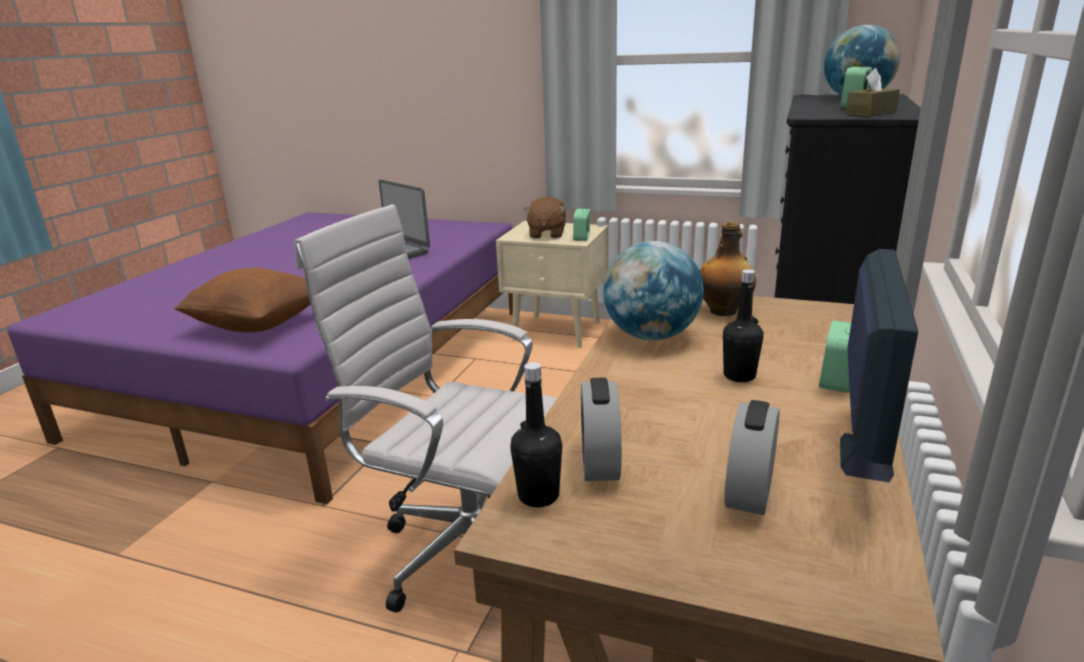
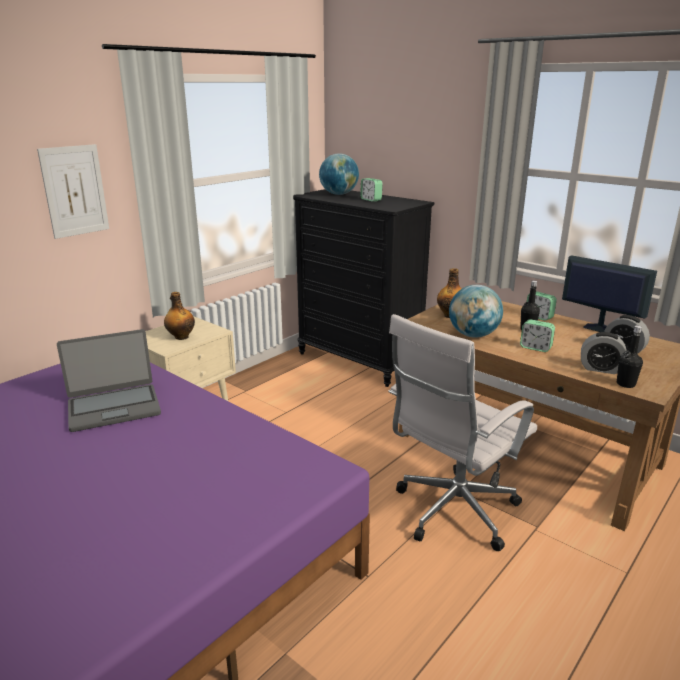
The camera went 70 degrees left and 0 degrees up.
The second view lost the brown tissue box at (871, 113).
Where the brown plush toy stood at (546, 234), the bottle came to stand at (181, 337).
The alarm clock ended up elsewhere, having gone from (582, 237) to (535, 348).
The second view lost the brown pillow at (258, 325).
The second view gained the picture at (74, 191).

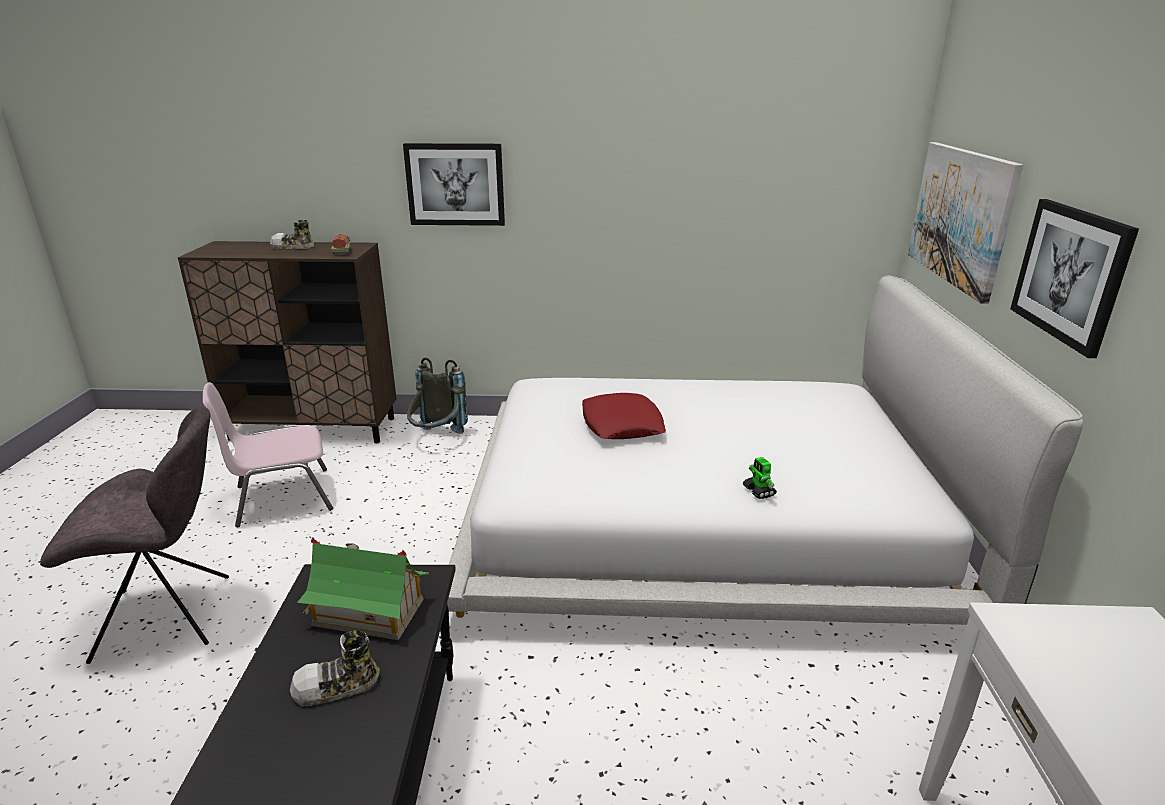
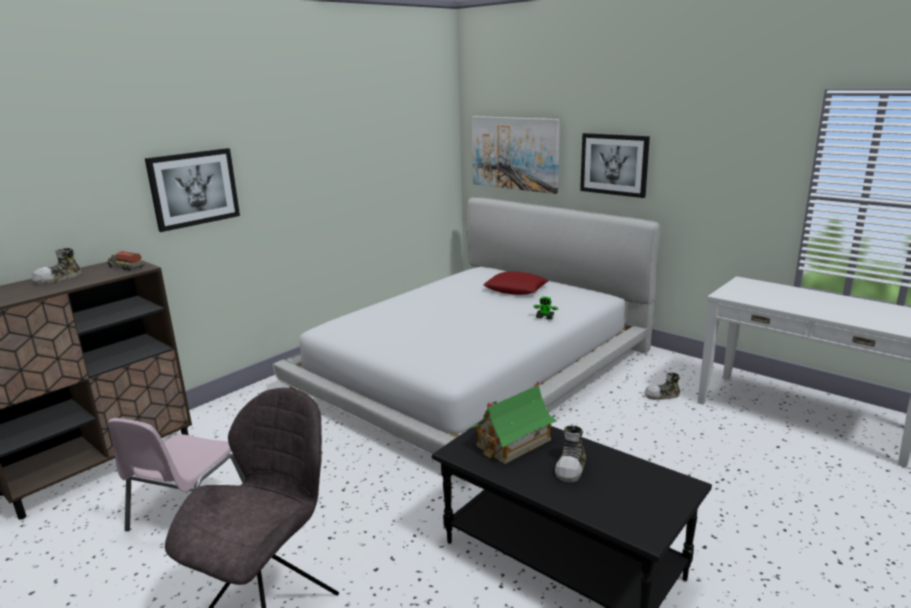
The camera went 50 degrees left and 5 degrees down.
The second view lost the grey backpack at (437, 438).
The red pillow ended up elsewhere, having gone from (622, 425) to (516, 289).
The second view gained the shoe at (662, 395).

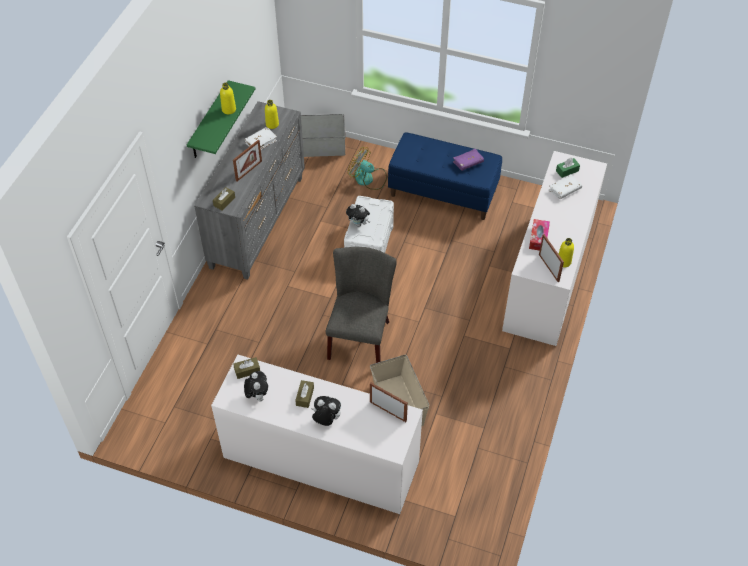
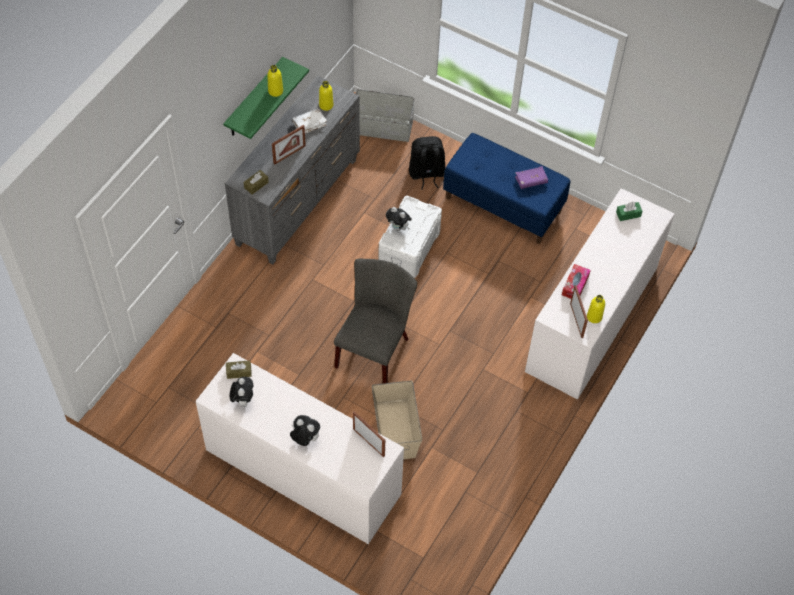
The camera went 10 degrees right and 5 degrees up.
Where the fan stood at (368, 179), the black backpack came to stand at (426, 174).
The second view lost the white book at (564, 190).
The second view lost the brown tissue box at (305, 396).

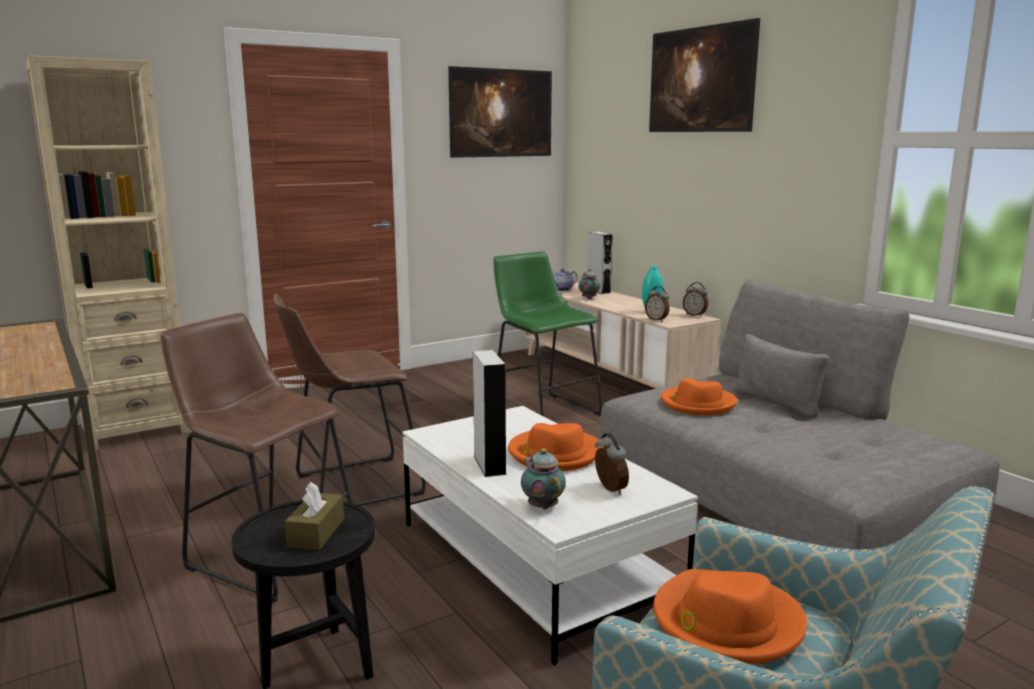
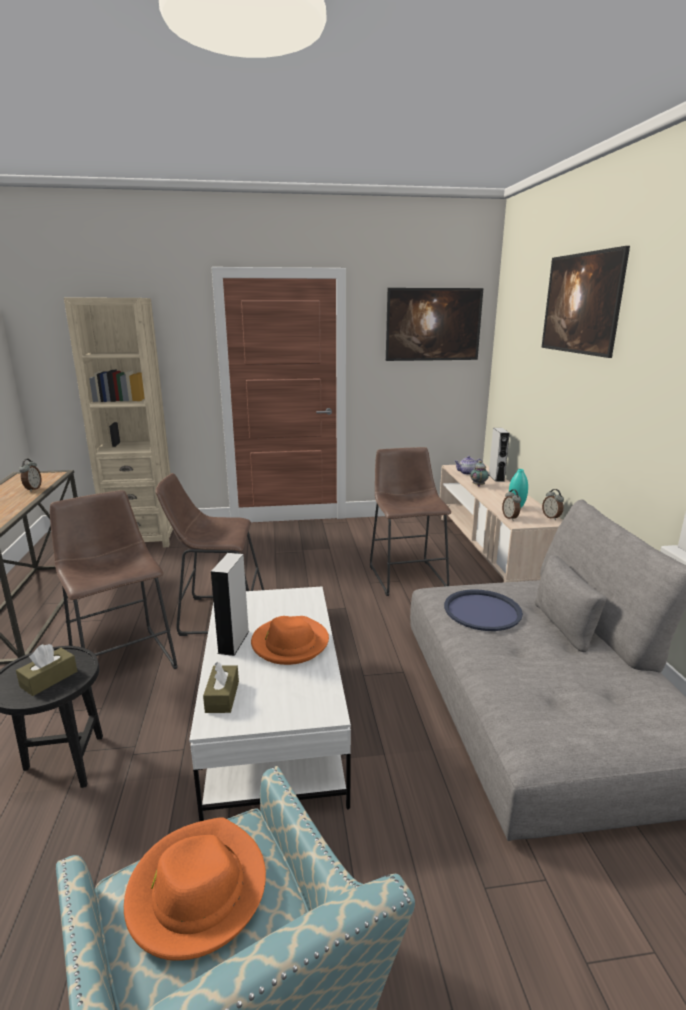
The camera went 25 degrees right and 5 degrees up.
What was the green stool at (543, 410) turned into the brown stool at (406, 575).
Where the orange hat stood at (697, 404), the blue tray came to stand at (482, 611).
The alarm clock ended up elsewhere, having gone from (609, 489) to (32, 489).
Where the teapot stood at (542, 506), the brown tissue box came to stand at (222, 696).

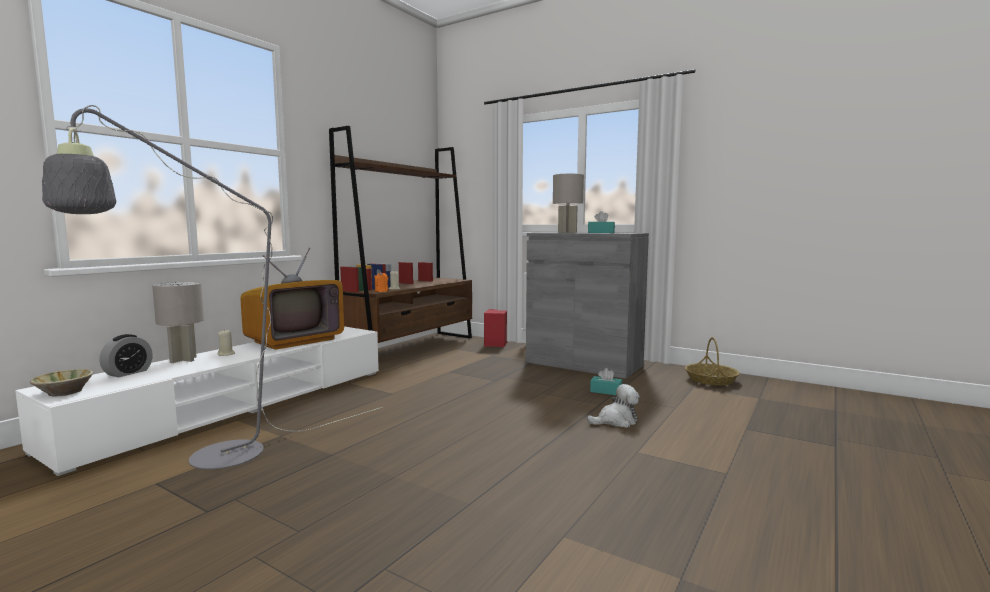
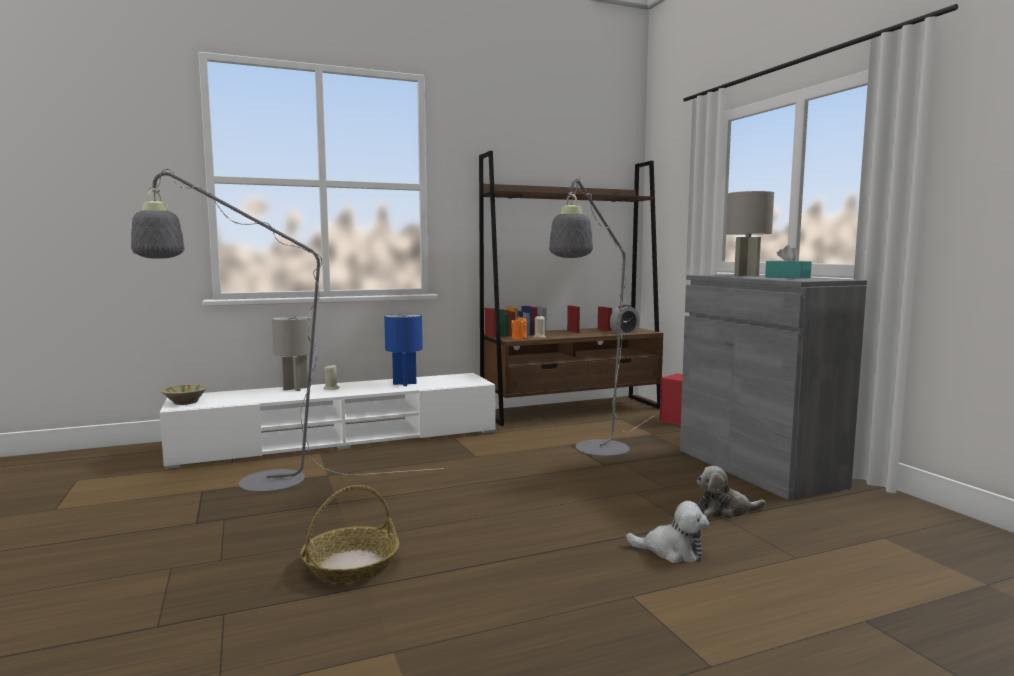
The camera went 35 degrees right and 0 degrees up.
Where the television stood at (294, 341), the blue table lamp came to stand at (405, 383).
The alarm clock ended up elsewhere, having gone from (128, 373) to (624, 332).
The basket ended up elsewhere, having gone from (710, 380) to (351, 565).
Where the turquoise tissue box stood at (606, 391), the plush toy came to stand at (725, 510).
The second view gained the grey floor lamp at (596, 451).

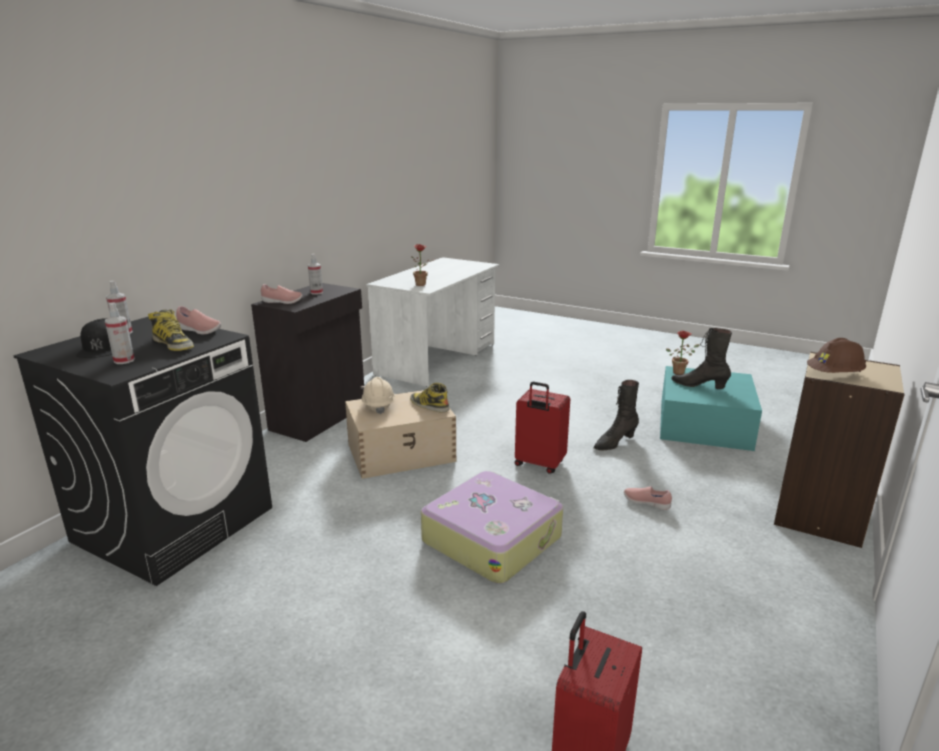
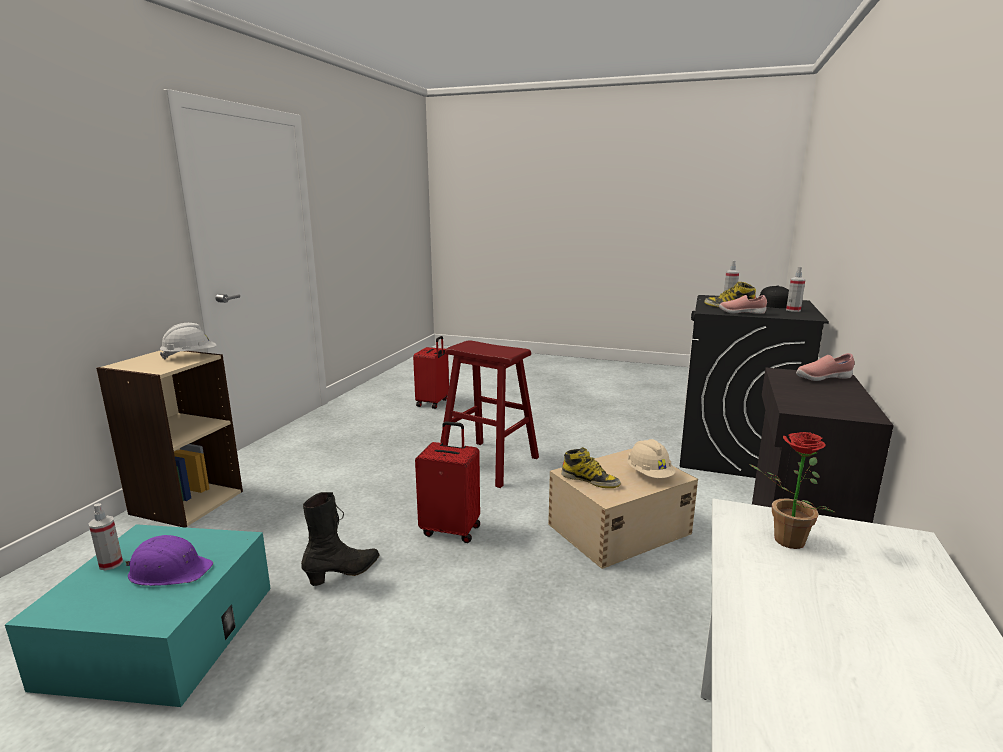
The camera went 170 degrees right and 5 degrees down.
The spray bottle ended up elsewhere, having gone from (316, 293) to (111, 564).
Where the black boot stood at (699, 386), the purple hard hat came to stand at (169, 570).
The second view lost the potted plant at (680, 372).
What was the brown hard hat at (834, 375) turned into the white hard hat at (190, 356).
Where the suitcase stood at (492, 538), the red stool came to stand at (489, 463).
The second view lost the pink shoe at (646, 503).

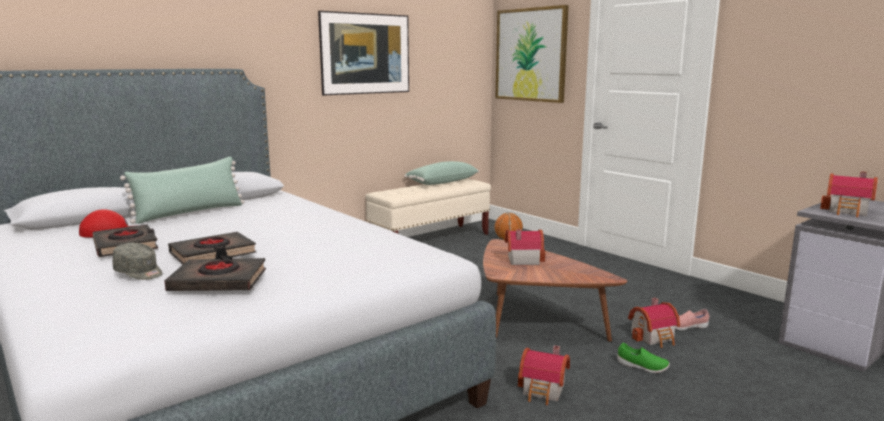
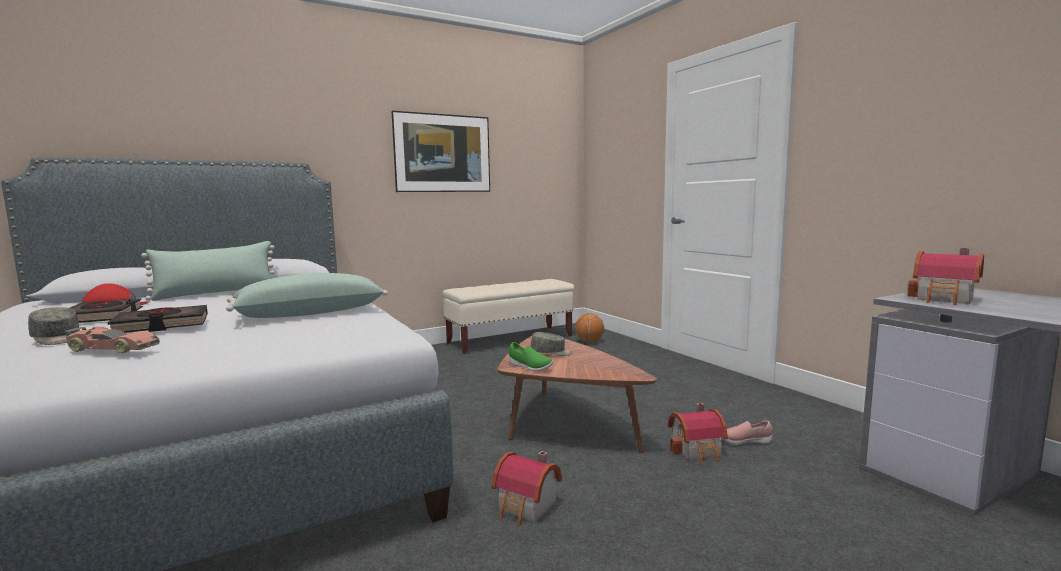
The camera went 10 degrees right and 5 degrees down.
The second view lost the picture at (530, 55).
The green pillow ended up elsewhere, having gone from (441, 182) to (310, 313).
Where the toy house stood at (522, 259), the grey cap came to stand at (551, 353).
Where the black book stood at (219, 281), the toy car came to stand at (112, 349).
The green shoe ended up elsewhere, having gone from (642, 367) to (529, 367).

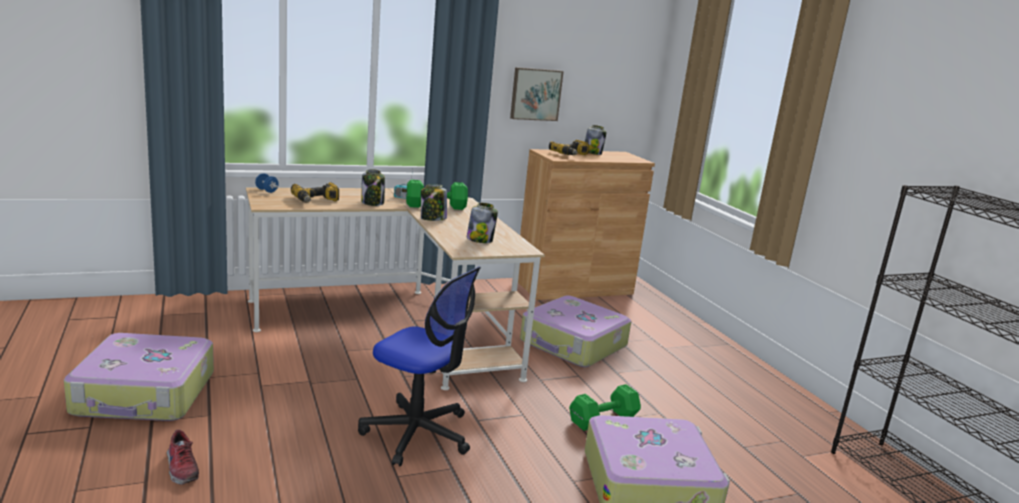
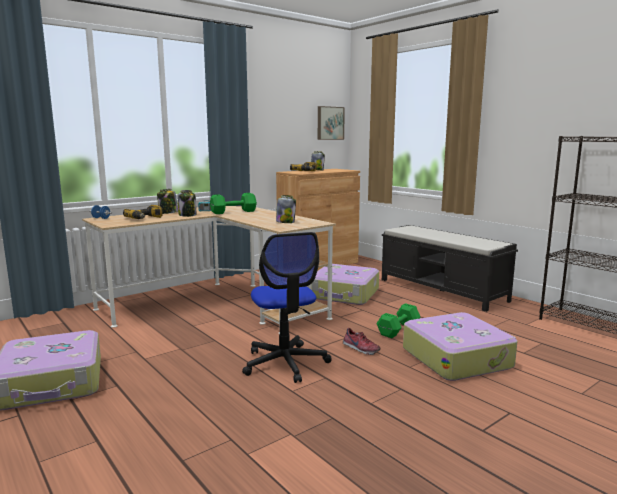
The camera went 15 degrees left and 5 degrees down.
The picture ended up elsewhere, having gone from (535, 94) to (329, 123).
The jar ended up elsewhere, having gone from (432, 219) to (168, 213).
The office chair at (417, 434) ended up facing another way, 60 degrees clockwise from before.
The shoe ended up elsewhere, having gone from (181, 468) to (360, 349).
The second view gained the black bench at (442, 290).

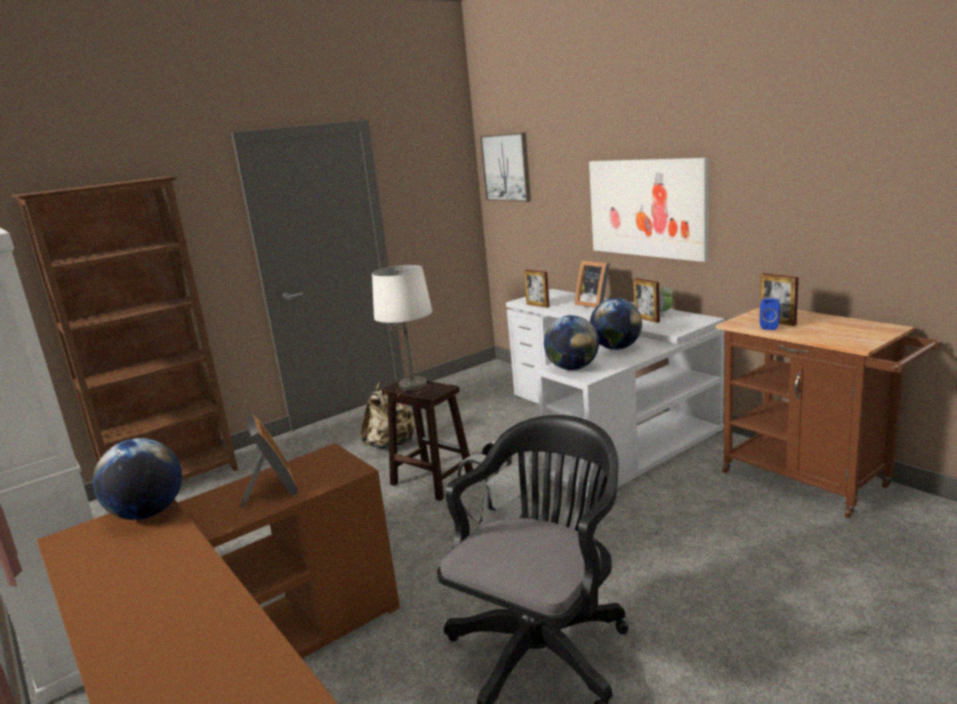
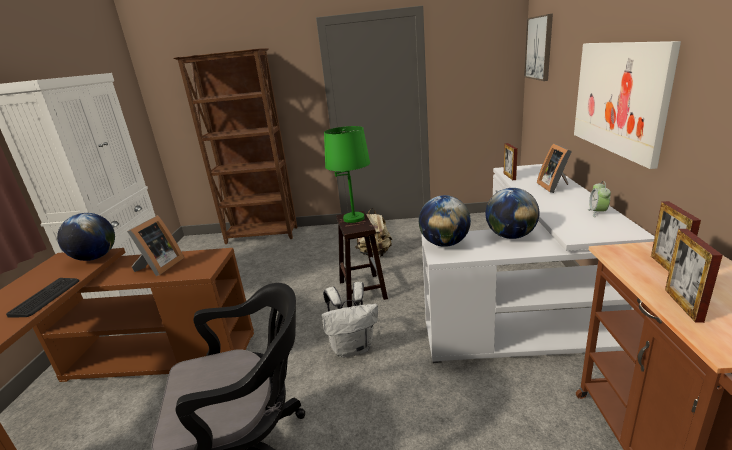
The camera went 40 degrees right and 5 degrees up.
What was the white table lamp at (412, 385) turned into the green table lamp at (354, 218).
The picture frame ended up elsewhere, having gone from (647, 319) to (683, 305).
The second view lost the blue speaker at (769, 327).
The second view gained the keyboard at (46, 297).

